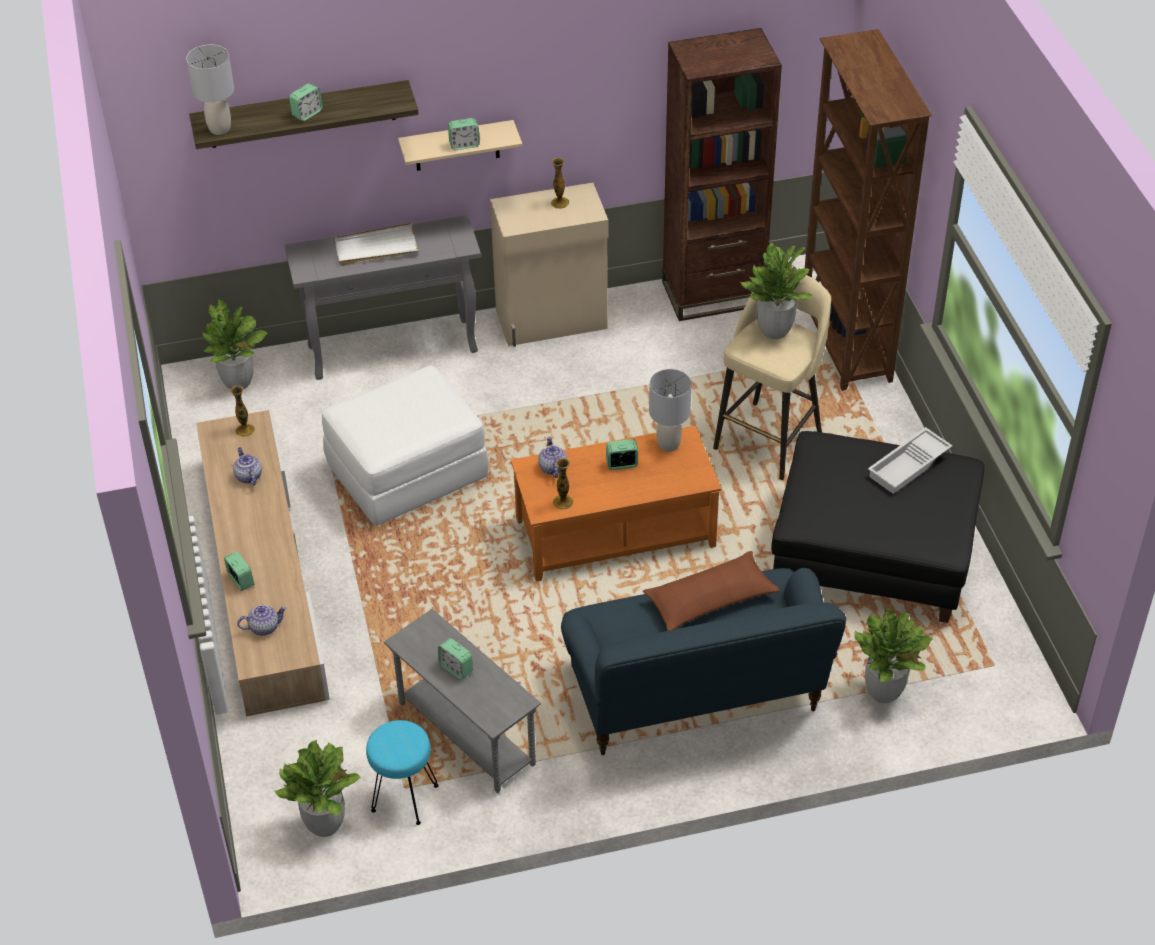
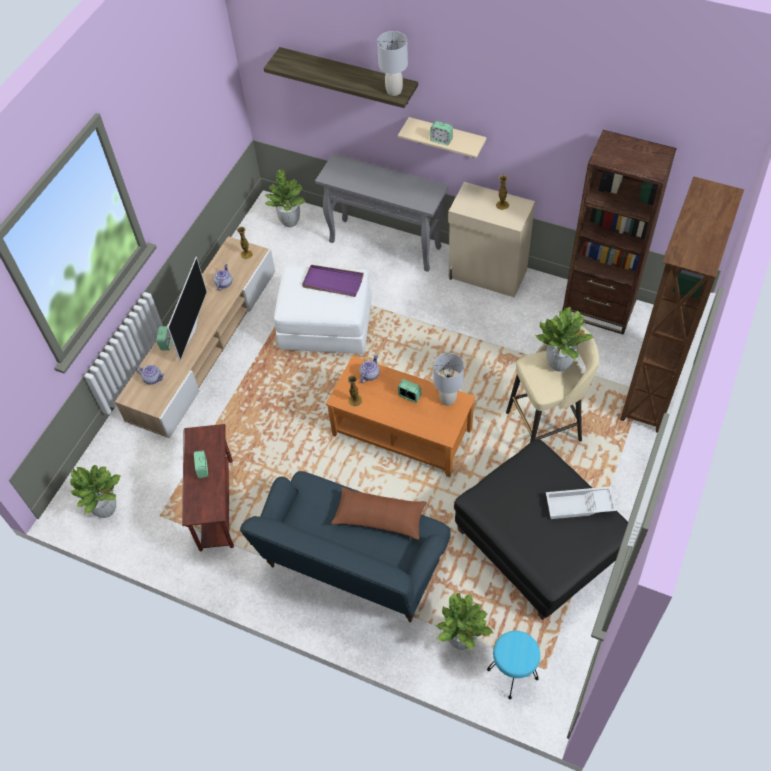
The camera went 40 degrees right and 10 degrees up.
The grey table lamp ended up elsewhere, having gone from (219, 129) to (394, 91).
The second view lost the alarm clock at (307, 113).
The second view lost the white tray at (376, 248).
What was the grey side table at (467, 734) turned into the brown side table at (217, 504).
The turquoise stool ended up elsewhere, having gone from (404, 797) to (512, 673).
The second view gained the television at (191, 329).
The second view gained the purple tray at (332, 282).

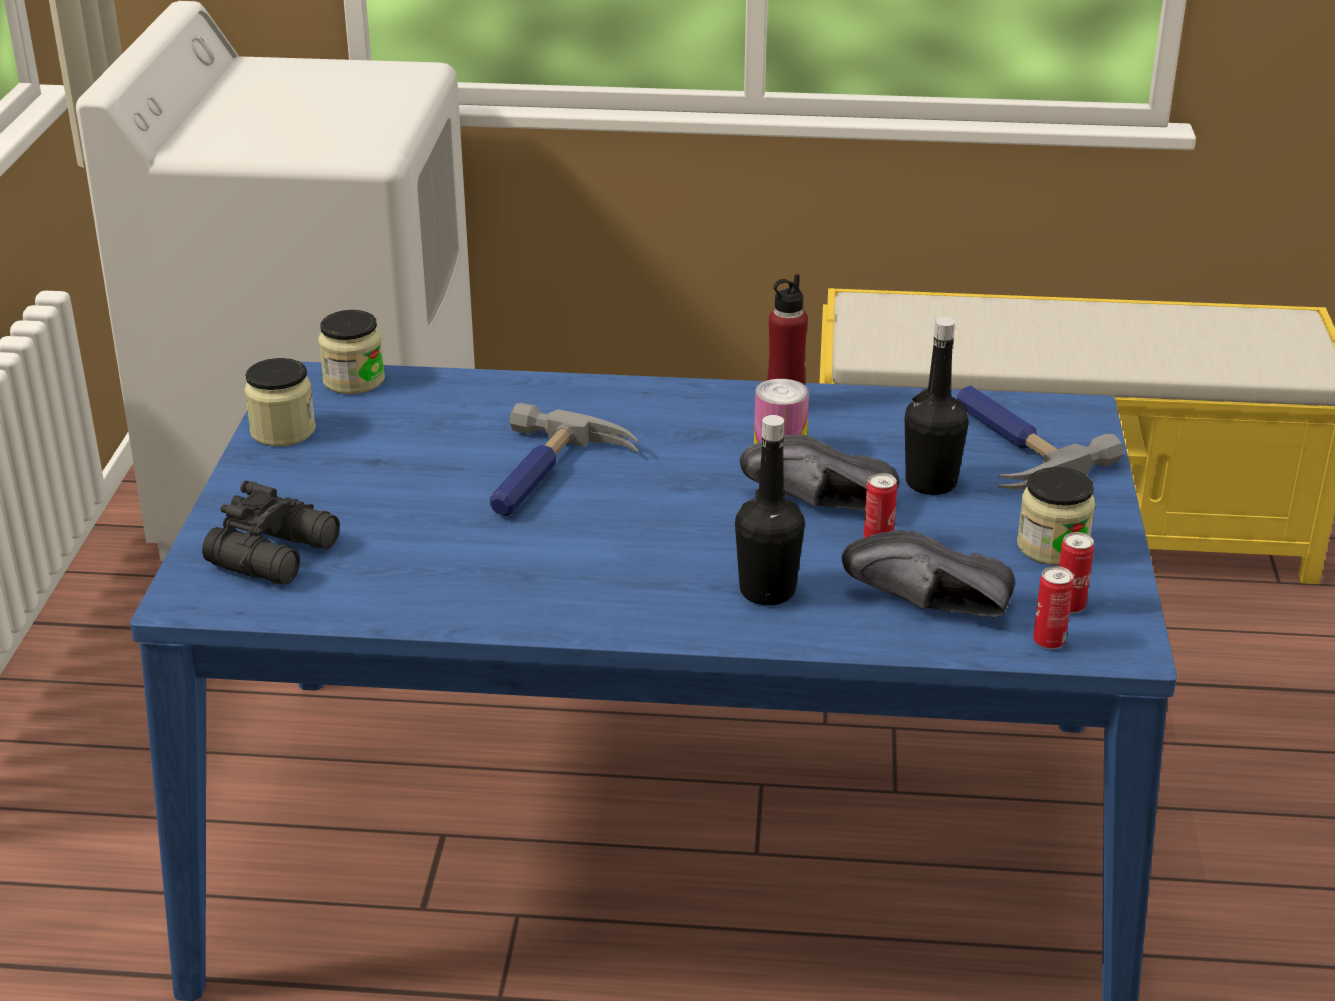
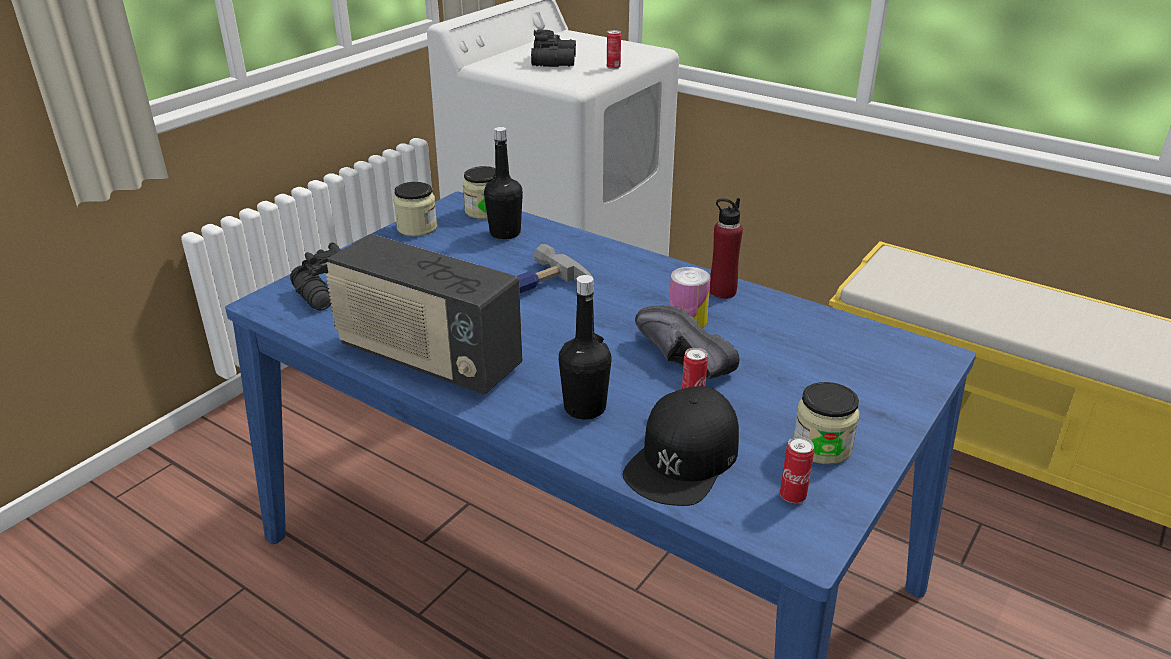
The camera went 30 degrees right and 0 degrees up.
The black bottle ended up elsewhere, having gone from (931, 483) to (505, 233).
The second view lost the hammer at (1010, 446).
Where the black shoe stood at (928, 607), the black cap came to stand at (683, 458).
The can ended up elsewhere, having gone from (1048, 642) to (613, 67).
The second view gained the black binoculars at (555, 61).
The second view gained the radio at (428, 359).

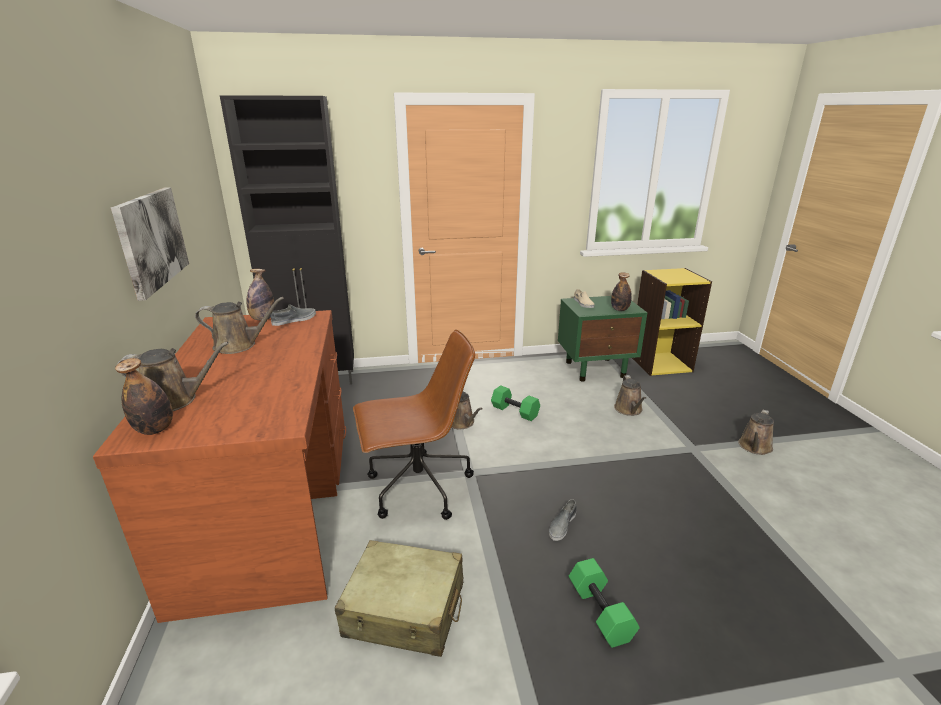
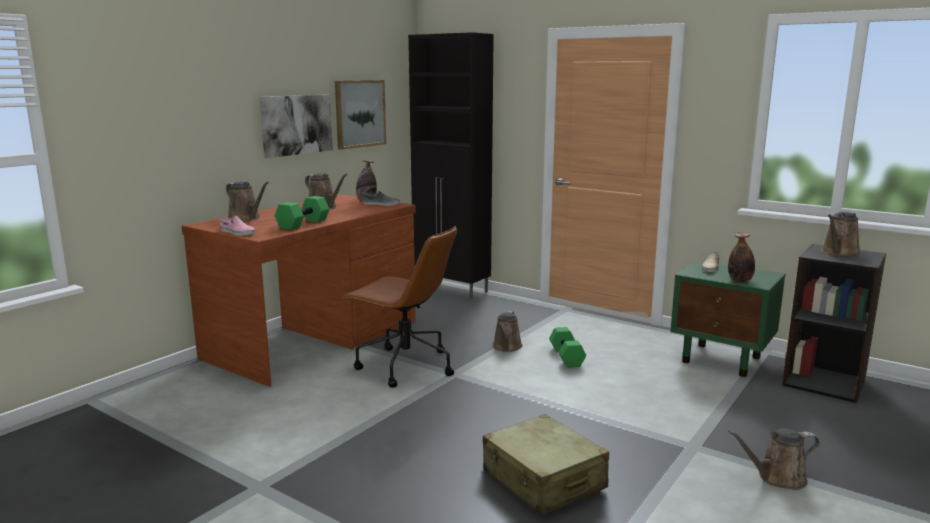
The camera went 45 degrees right and 10 degrees down.
What was the yellow bookcase at (660, 363) turned into the black bookcase at (824, 382).
The second view lost the bottle at (155, 429).
The brown watering can ended up elsewhere, having gone from (629, 410) to (839, 253).
The second view lost the grey shoe at (562, 525).
The beige suitcase ended up elsewhere, having gone from (405, 609) to (543, 480).
The green dumbbell ended up elsewhere, having gone from (601, 612) to (303, 224).
The second view gained the picture at (359, 113).
The second view gained the pink shoe at (237, 232).

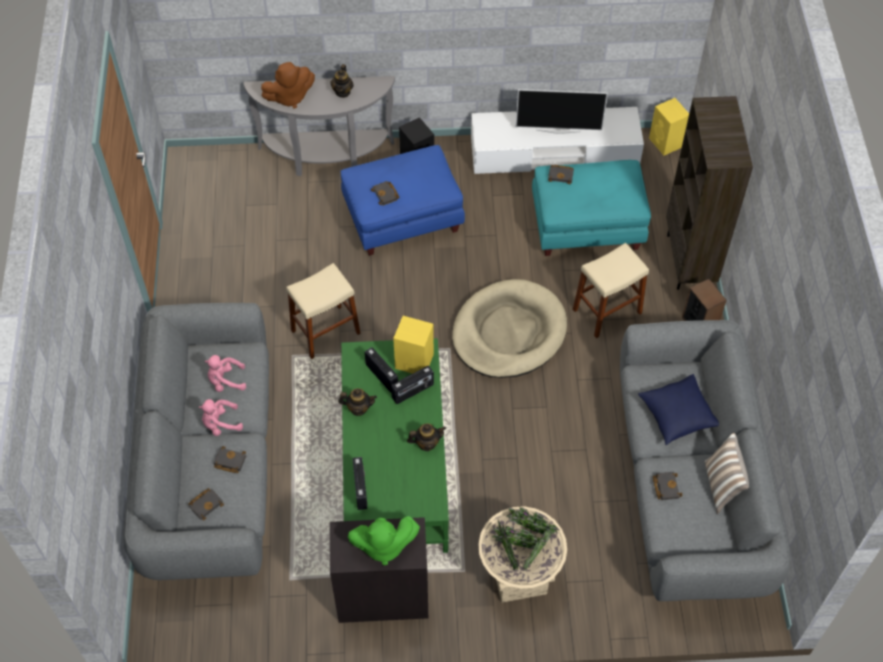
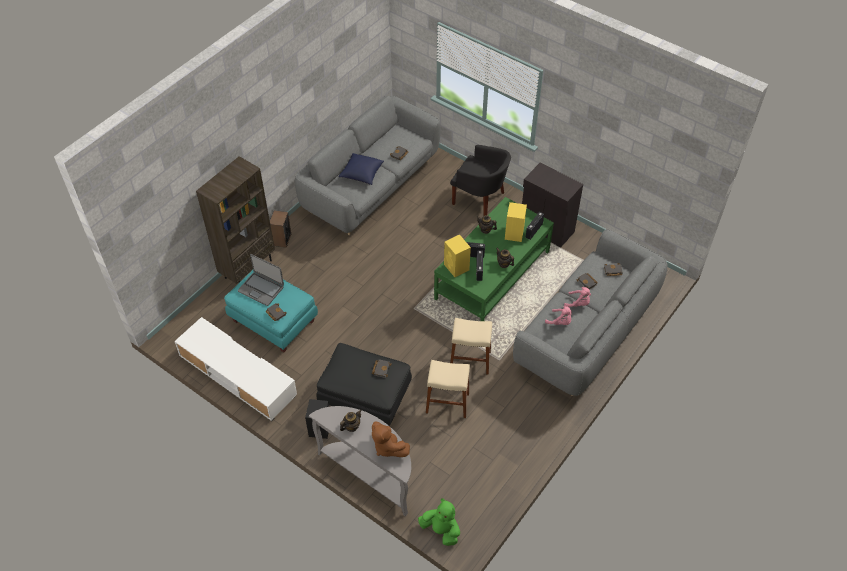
The camera went 140 degrees left and 5 degrees down.
The brown plush toy at (289, 97) ended up facing another way, 150 degrees counterclockwise from before.
The second view lost the television at (558, 130).
The yellow speaker ended up elsewhere, having gone from (666, 143) to (514, 233).
What was the blue ottoman at (403, 218) turned into the black ottoman at (364, 397).
The beige stool ended up elsewhere, having gone from (607, 311) to (447, 403).
The second view lost the beige dog bed at (508, 332).
The second view lost the pillow at (721, 486).
Where the beige planter stood at (518, 576), the black armchair came to stand at (480, 200).
The green plush toy ended up elsewhere, having gone from (383, 546) to (441, 530).
The second view gained the laptop at (261, 289).

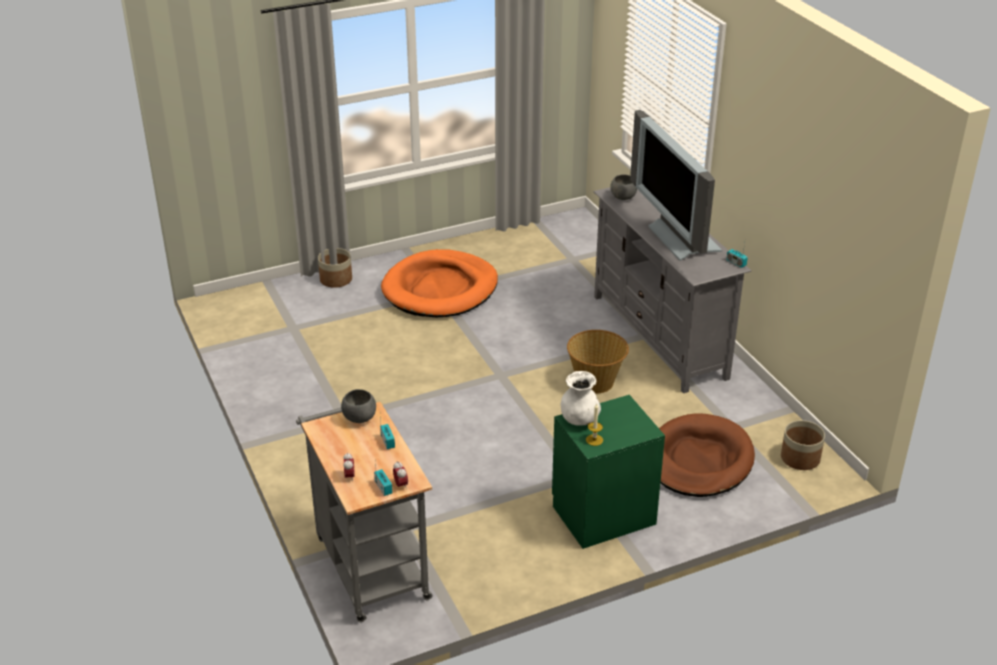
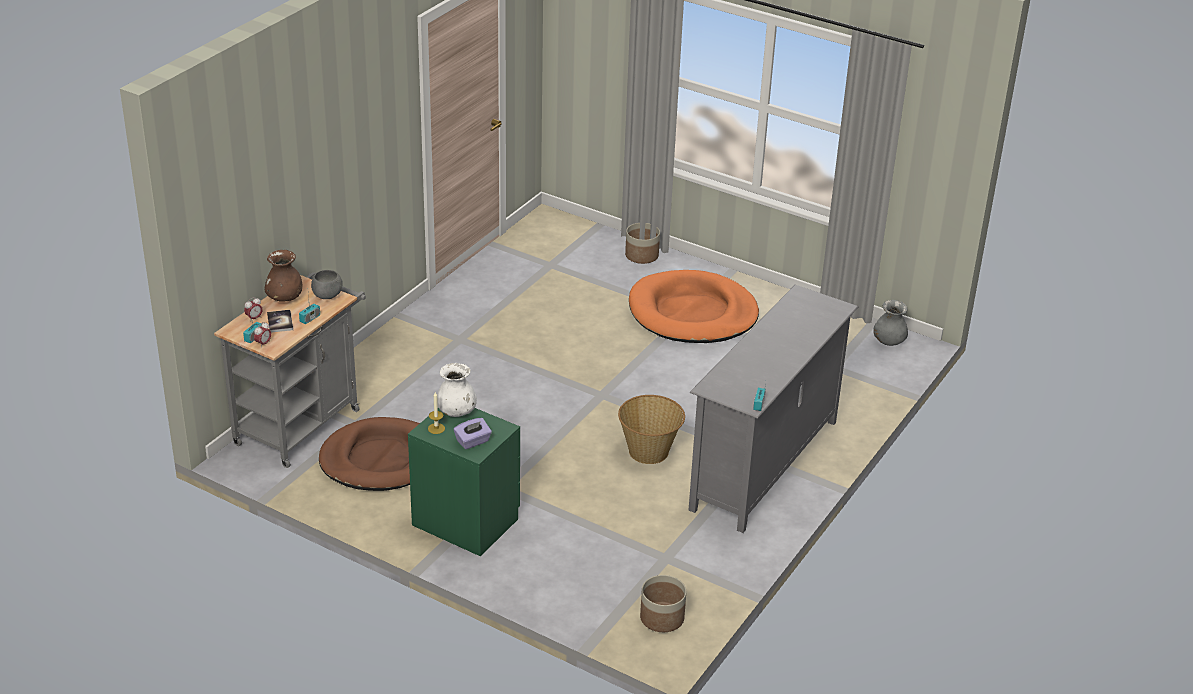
The camera went 55 degrees right and 0 degrees up.
The second view lost the television at (680, 240).
The second view lost the grey bowl at (622, 197).
The brown dog bed ended up elsewhere, having gone from (699, 460) to (380, 459).
The second view gained the brown vase at (285, 298).
The second view gained the grey vase at (888, 341).
The second view gained the book at (280, 322).
The second view gained the purple tissue box at (473, 442).

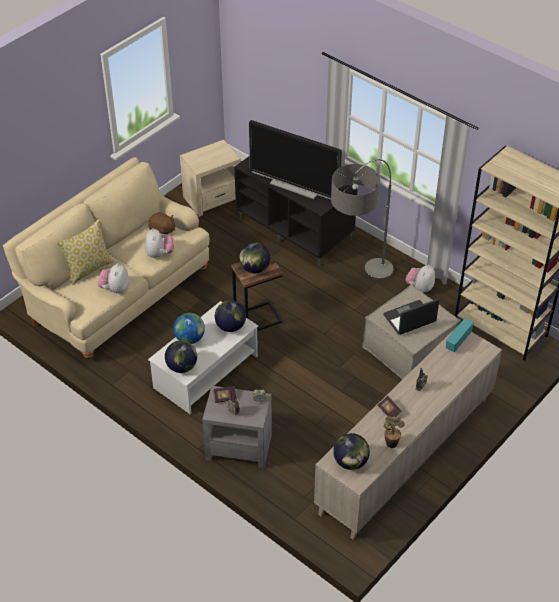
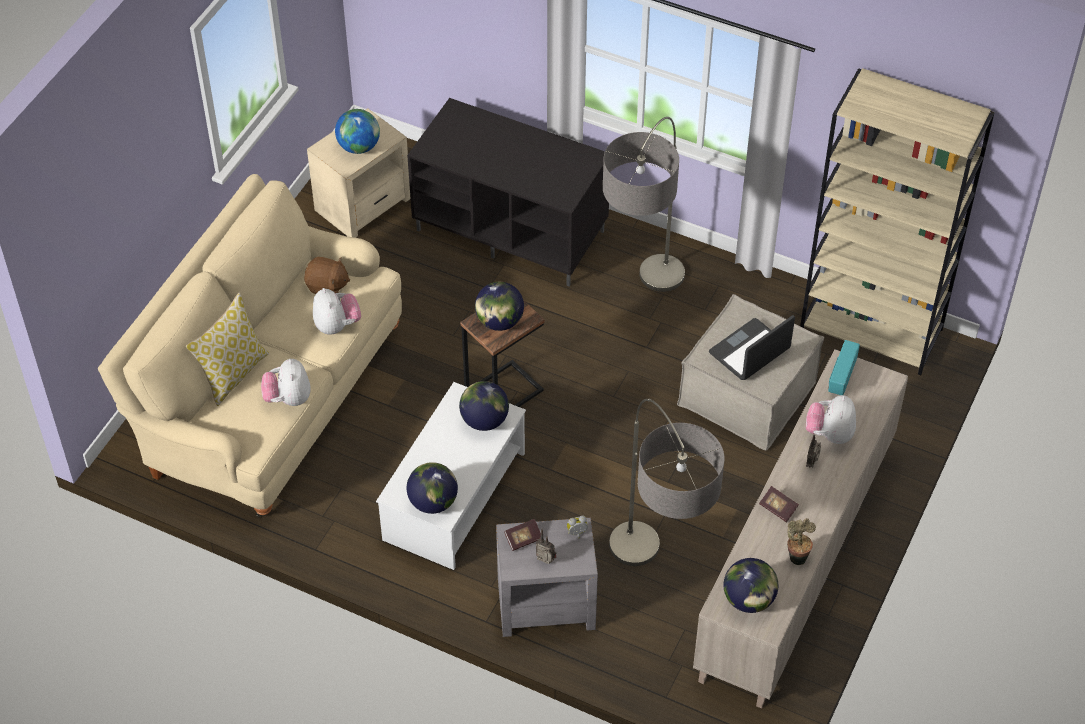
The camera went 15 degrees left and 5 degrees up.
The second view lost the television at (295, 187).
The plush toy ended up elsewhere, having gone from (419, 287) to (829, 434).
The globe ended up elsewhere, having gone from (190, 338) to (359, 147).
The second view gained the floor lamp at (656, 594).

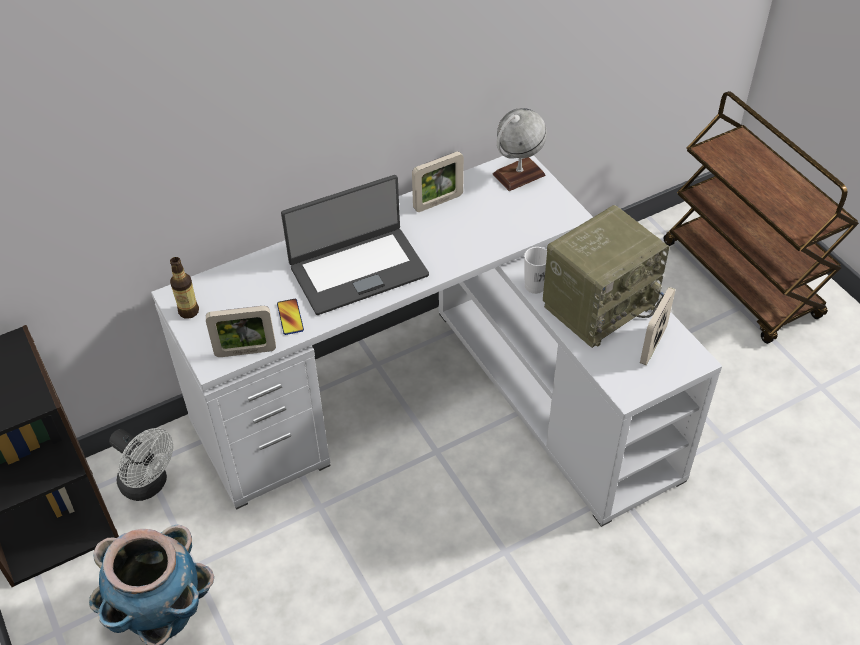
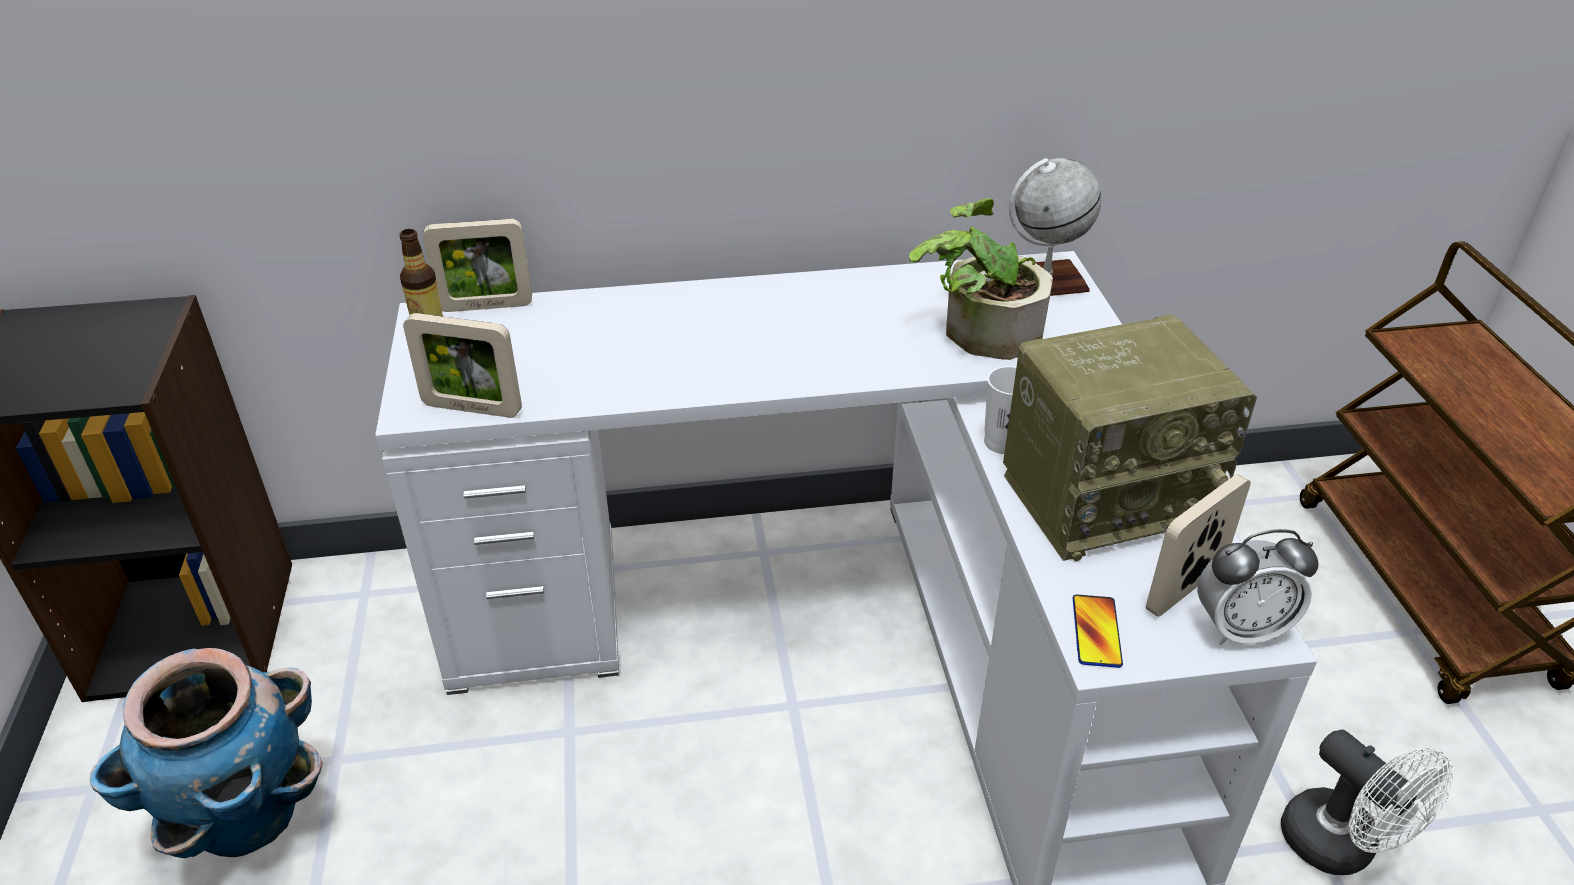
The camera went 20 degrees right and 10 degrees down.
The picture frame ended up elsewhere, having gone from (438, 202) to (486, 306).
The second view lost the laptop at (358, 270).
The phone ended up elsewhere, having gone from (290, 317) to (1096, 632).
The white fan ended up elsewhere, having gone from (149, 485) to (1341, 848).
The second view gained the potted plant at (979, 330).
The second view gained the alarm clock at (1240, 629).

